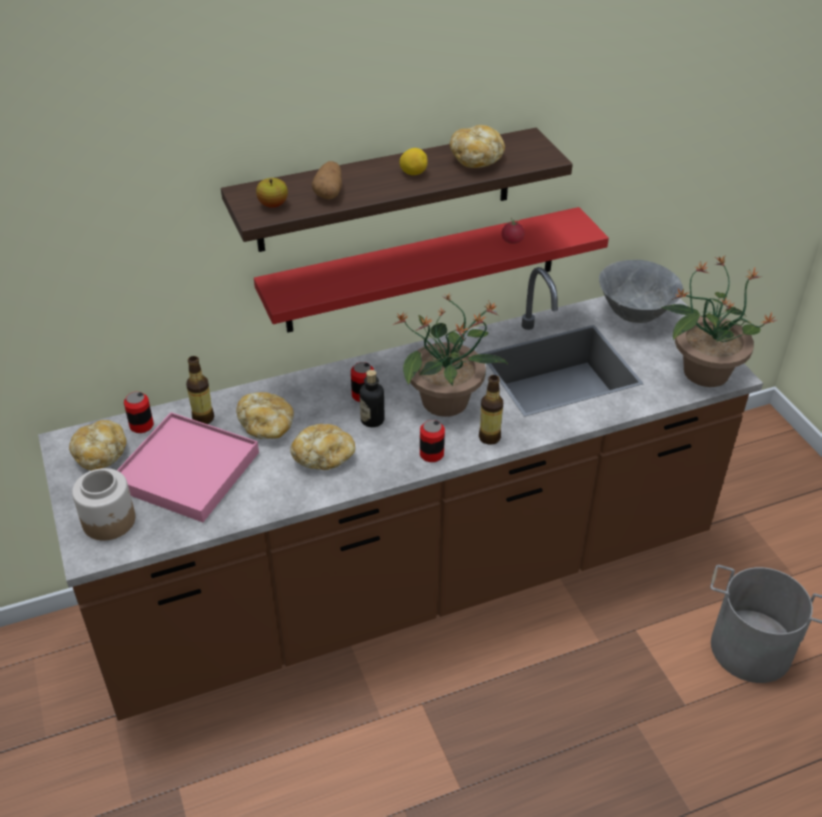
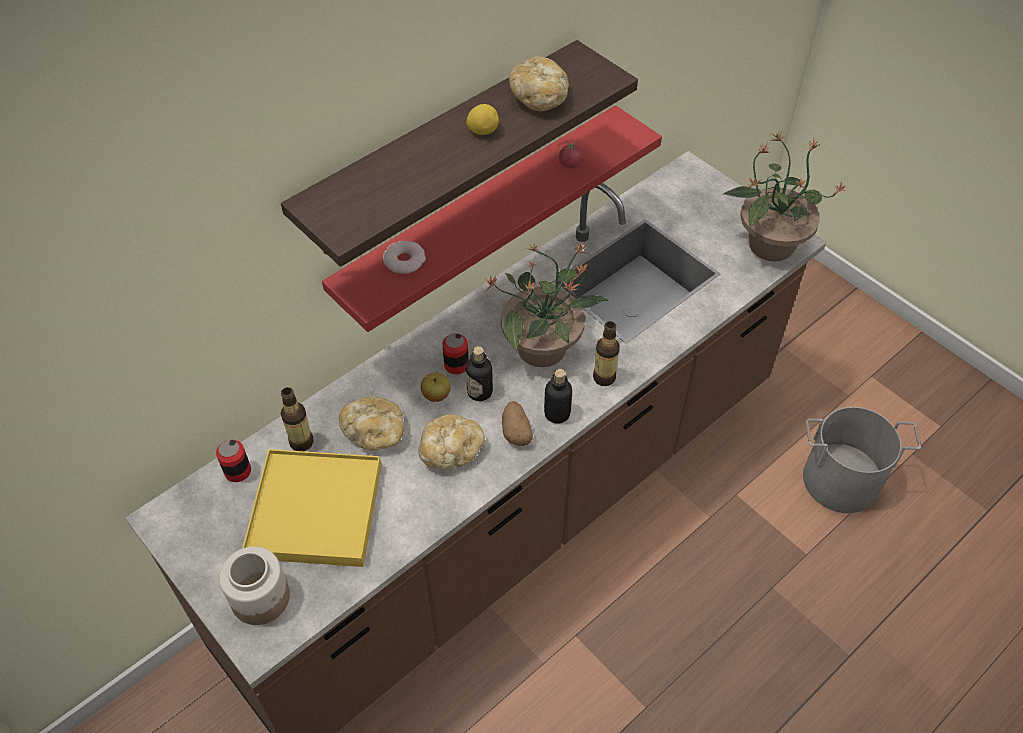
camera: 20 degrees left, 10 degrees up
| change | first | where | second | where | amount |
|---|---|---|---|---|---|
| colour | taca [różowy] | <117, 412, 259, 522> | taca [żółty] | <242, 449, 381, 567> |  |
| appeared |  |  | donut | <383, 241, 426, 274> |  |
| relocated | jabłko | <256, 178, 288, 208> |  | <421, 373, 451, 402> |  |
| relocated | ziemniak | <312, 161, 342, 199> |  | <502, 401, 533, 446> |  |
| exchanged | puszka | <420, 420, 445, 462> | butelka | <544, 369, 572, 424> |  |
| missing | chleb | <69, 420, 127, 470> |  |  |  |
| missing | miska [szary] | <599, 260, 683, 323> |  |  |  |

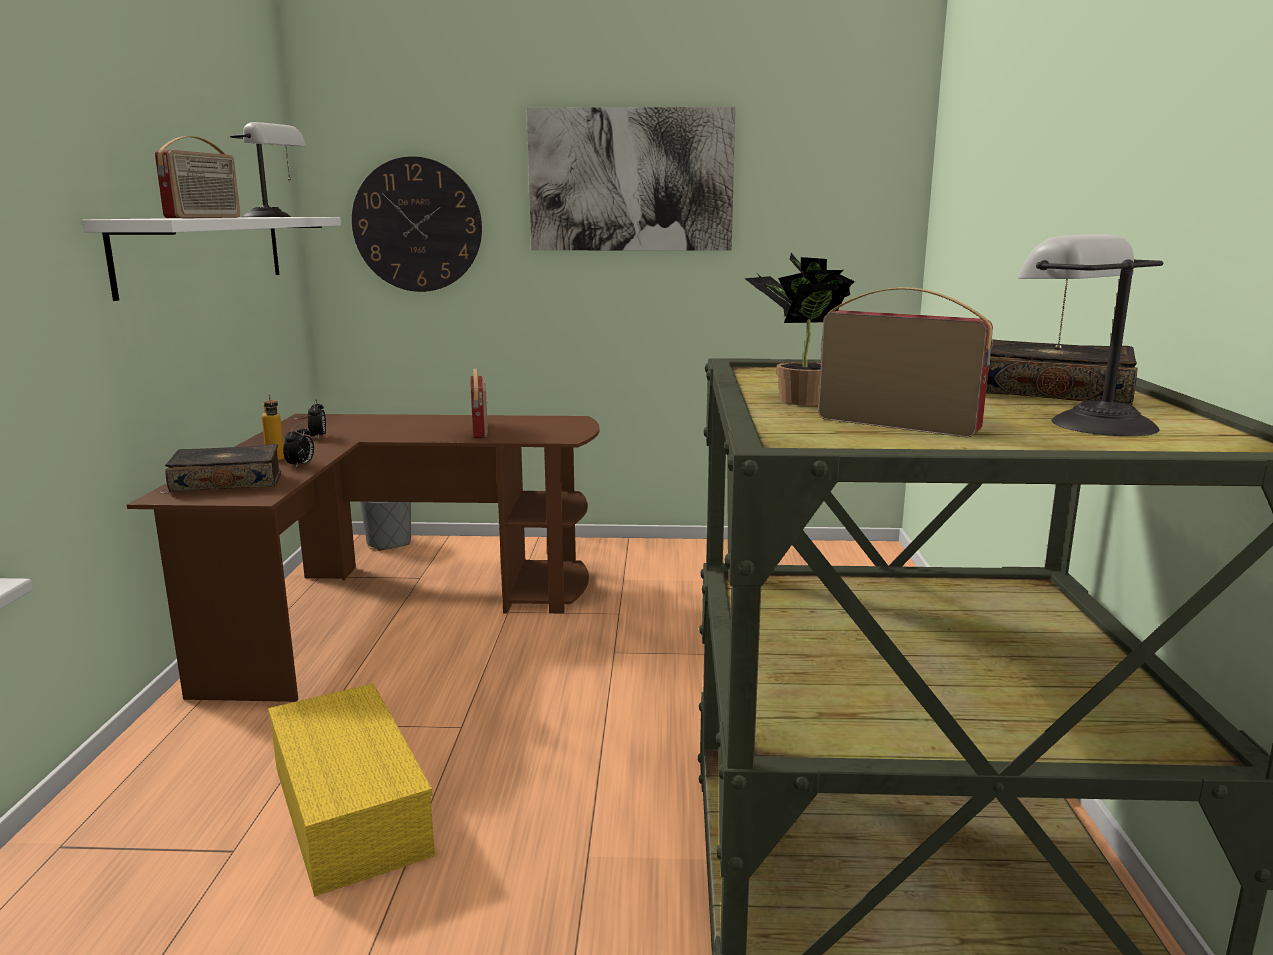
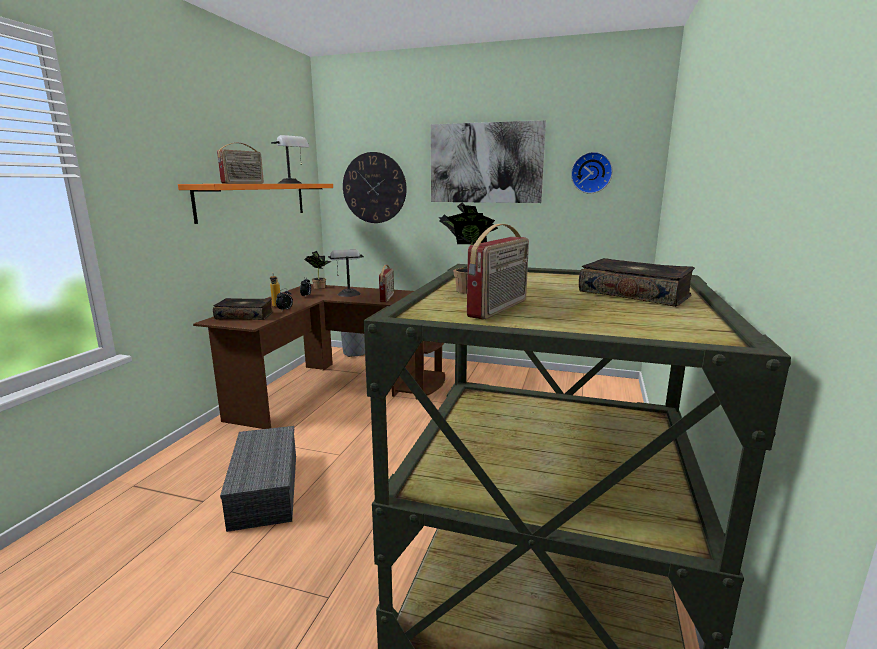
camera: 15 degrees right, 0 degrees up
| change | first | where | second | where | amount |
|---|---|---|---|---|---|
| colour | półka [biały] | <82, 217, 341, 301> | półka [pomarańczowy] | <178, 184, 333, 224> |  |
| colour | pojemnik do przechowywania [żółty] | <268, 683, 435, 897> | pojemnik do przechowywania [szary] | <220, 426, 296, 532> |  |
| appeared |  |  | roślina doniczkowa | <304, 251, 332, 289> |  |
| relocated | lampa stołowa | <1018, 234, 1163, 436> |  | <328, 249, 364, 297> |  |
| spun | radio | <818, 287, 993, 437> |  | <467, 224, 529, 319> | 75 degrees clockwise |
| appeared |  |  | zegar ścienny | <571, 152, 613, 193> |  |

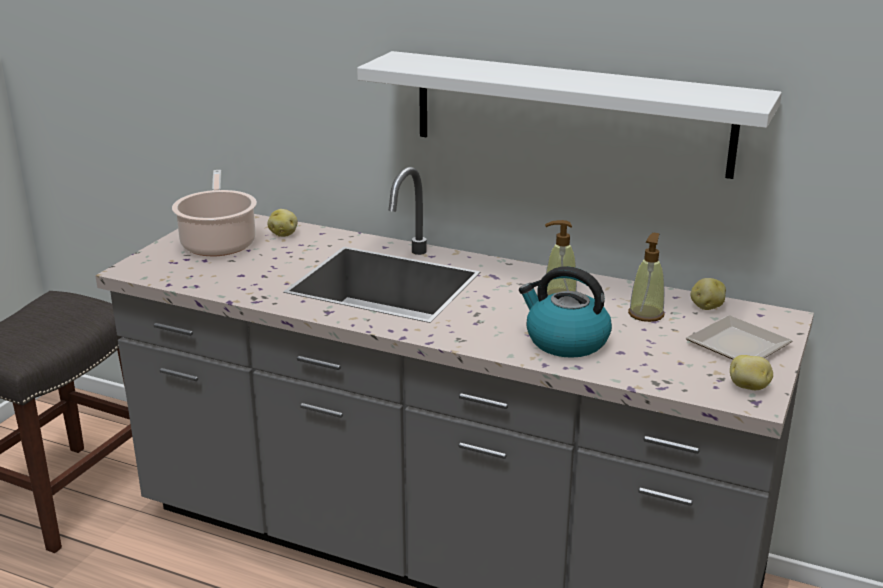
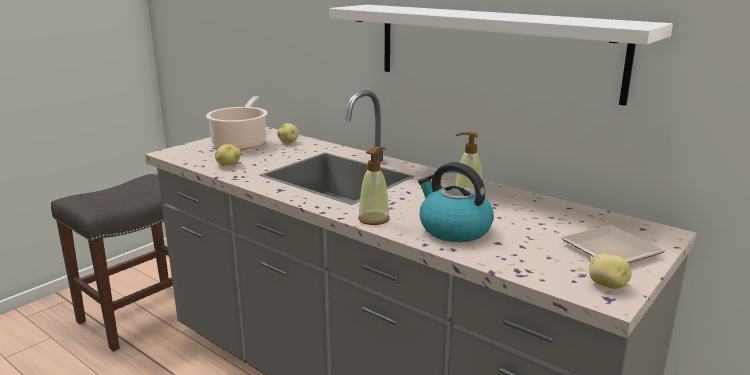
camera: 15 degrees right, 5 degrees down
| change | first | where | second | where | amount |
|---|---|---|---|---|---|
| relocated | ziemniak | <691, 278, 726, 310> |  | <215, 144, 240, 166> |  |
| relocated | dozownik mydła | <628, 233, 664, 322> |  | <358, 146, 390, 225> |  |

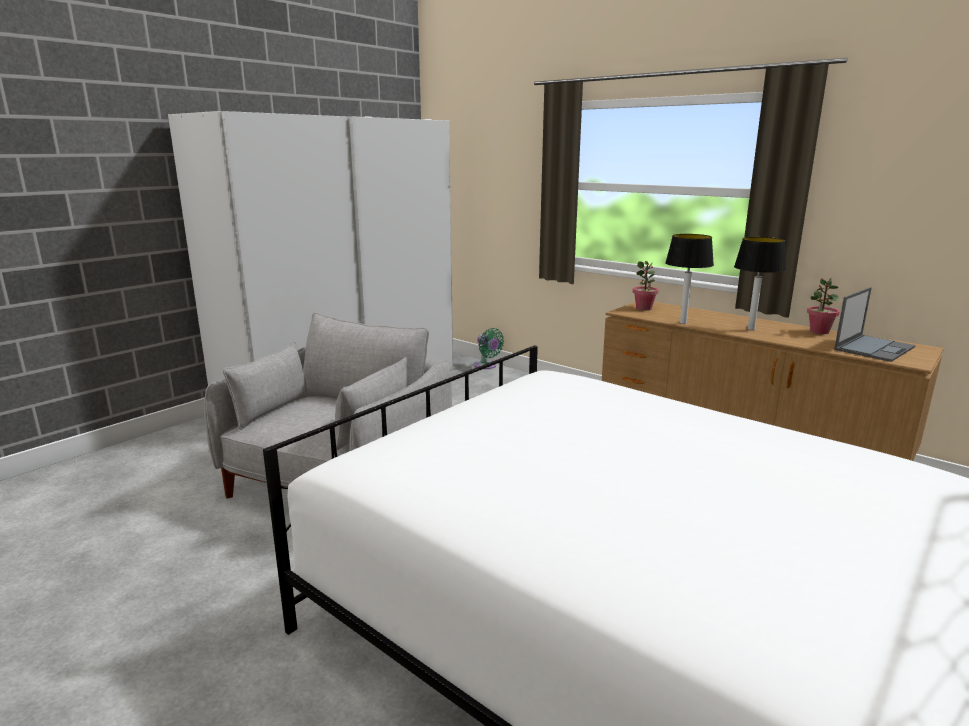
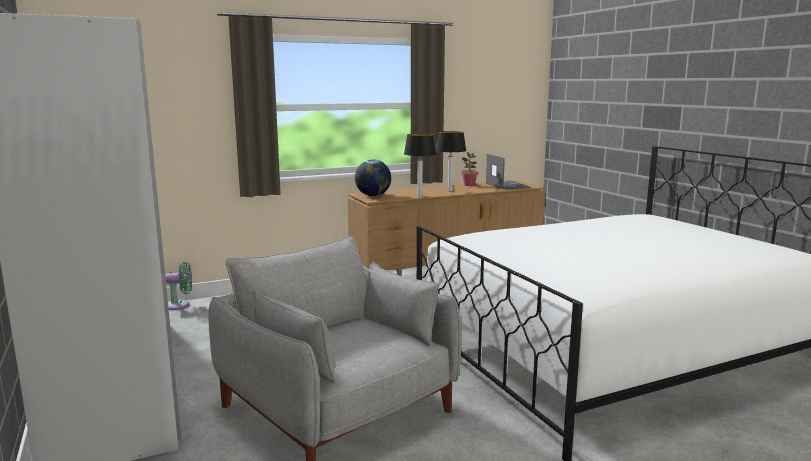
camera: 65 degrees left, 5 degrees down
| change | first | where | second | where | amount |
|---|---|---|---|---|---|
| exchanged | roślina doniczkowa | <633, 261, 658, 310> | globus | <355, 159, 391, 196> |  |

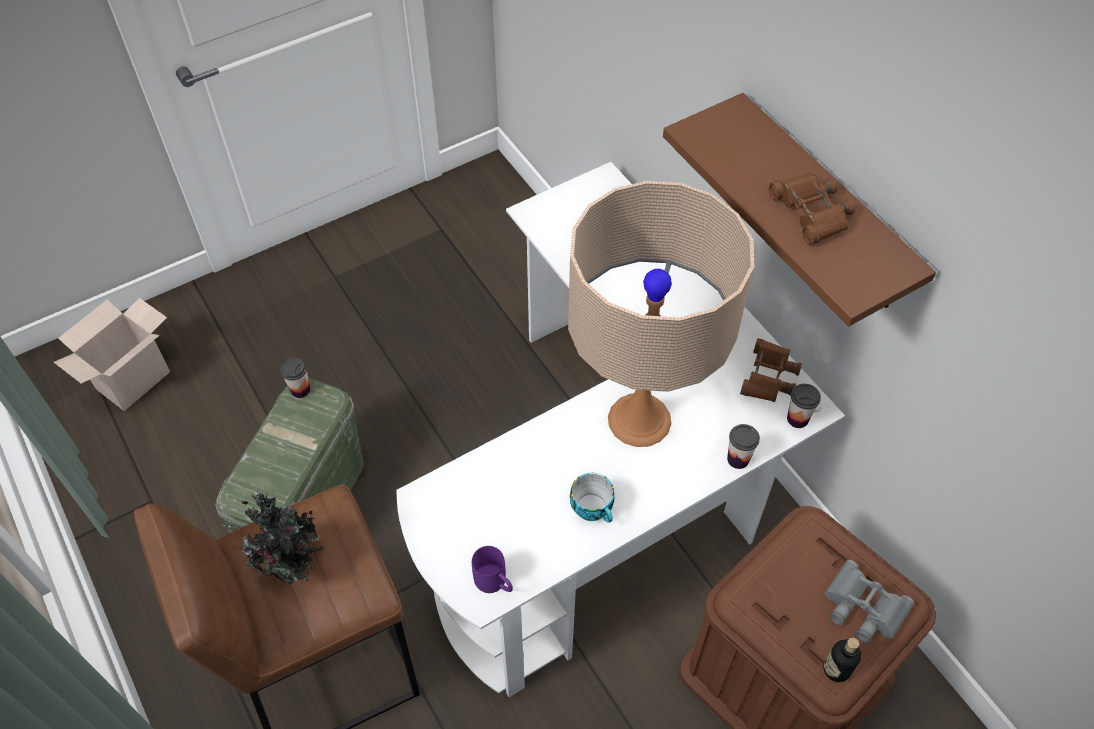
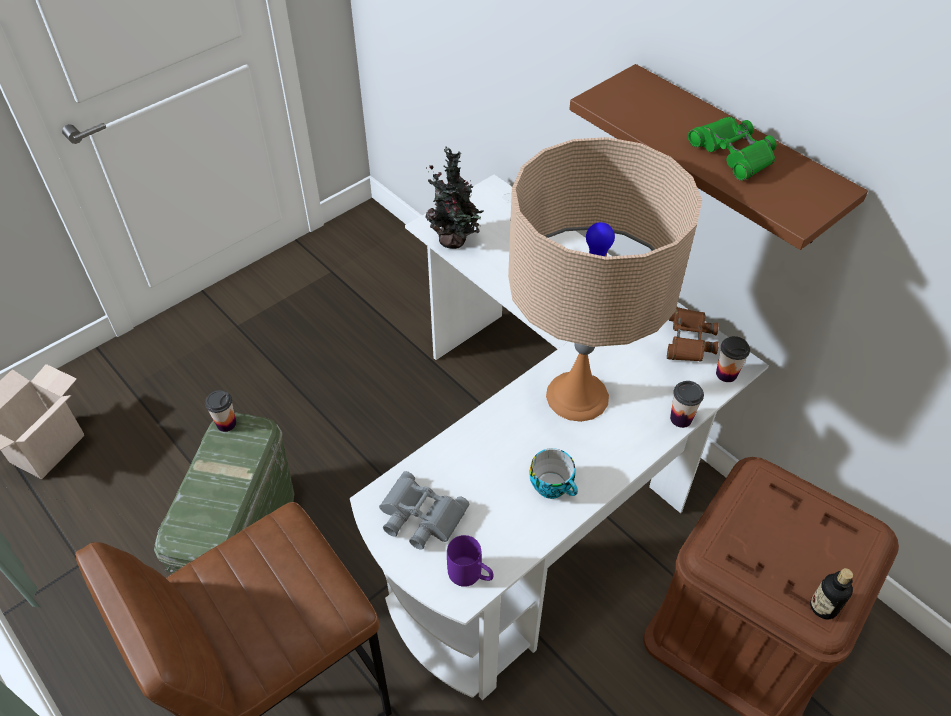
camera: 10 degrees left, 5 degrees down
| change | first | where | second | where | amount |
|---|---|---|---|---|---|
| relocated | lornetka [szary] | <824, 560, 914, 643> |  | <379, 471, 469, 550> |  |
| relocated | roślina doniczkowa | <240, 486, 324, 584> |  | <425, 147, 484, 249> |  |
| colour | lornetka [brązowy] | <769, 173, 855, 245> | lornetka [zielony] | <688, 117, 776, 181> |  |

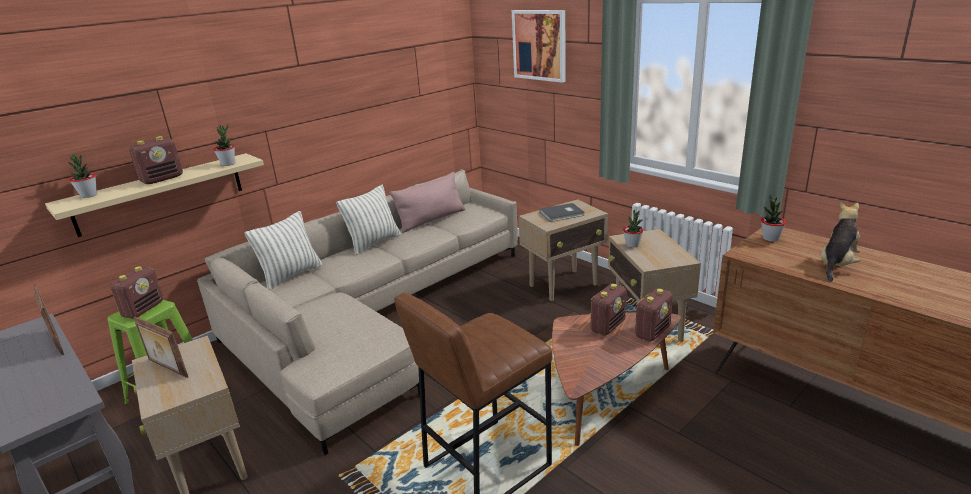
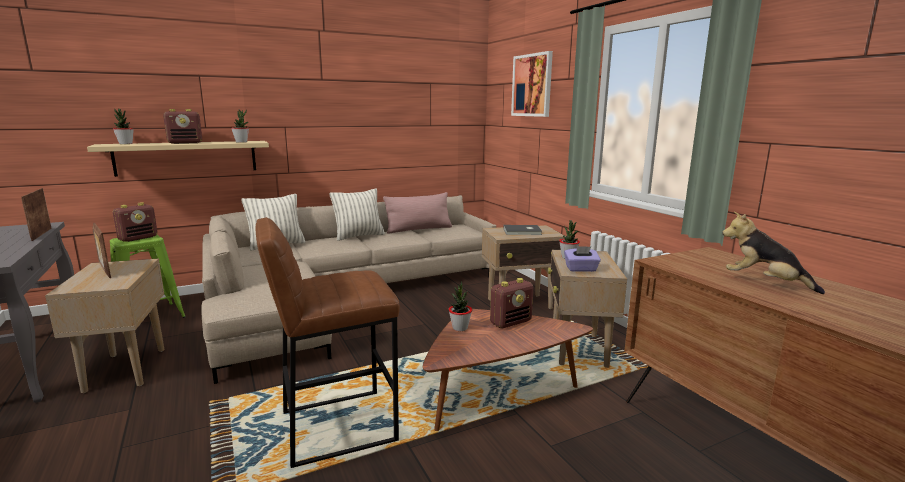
camera: 15 degrees right, 10 degrees down
| change | first | where | second | where | amount |
|---|---|---|---|---|---|
| relocated | roślina doniczkowa | <761, 194, 786, 242> |  | <448, 281, 472, 331> |  |
| appeared |  |  | pudełko chusteczek [fioletowy] | <564, 246, 601, 272> |  |
| spun | pluszak | <821, 202, 860, 282> |  | <722, 212, 825, 294> | 105 degrees counterclockwise |
| missing | radio | <635, 288, 673, 342> |  |  |  |

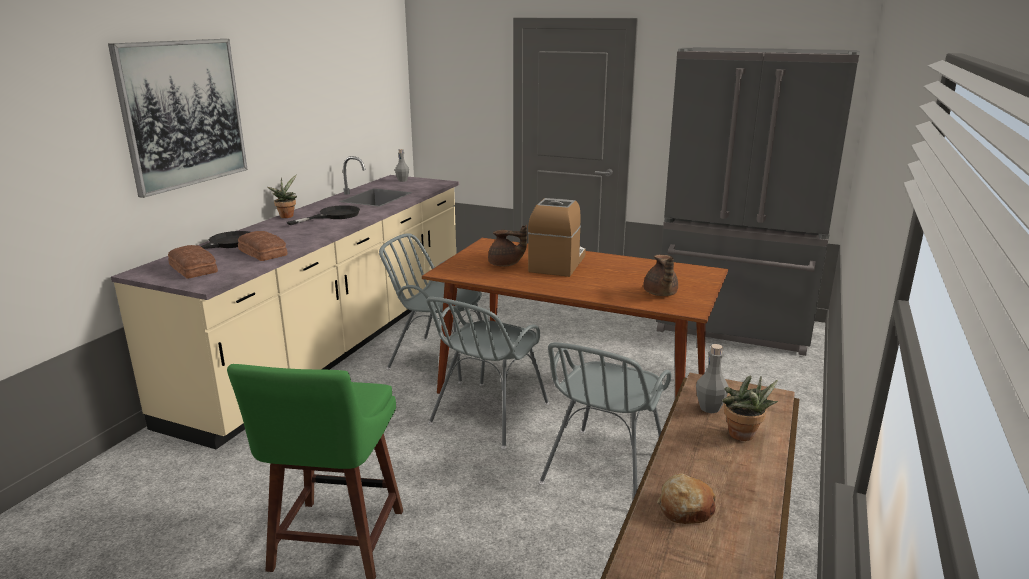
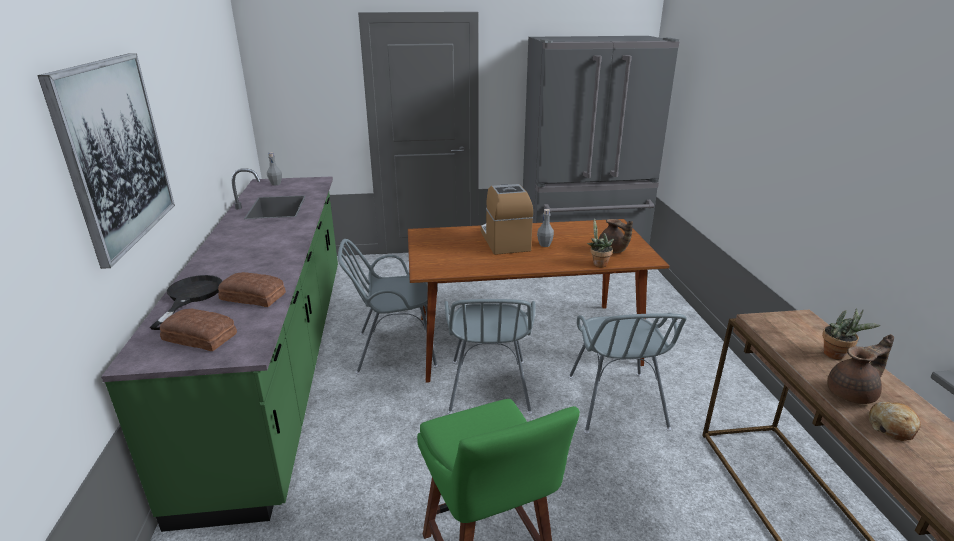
camera: 30 degrees left, 5 degrees up
| change | first | where | second | where | amount |
|---|---|---|---|---|---|
| colour | zabudowa kuchenna [beżowy] | <111, 156, 459, 449> | zabudowa kuchenna [zielony] | <101, 168, 338, 532> |  |
| relocated | butelka [szary] | <696, 344, 728, 413> |  | <537, 209, 554, 247> |  |
| relocated | roślina doniczkowa | <267, 175, 297, 218> |  | <587, 218, 614, 267> |  |
| relocated | imbryk [brązowy] | <488, 225, 527, 267> |  | <827, 334, 894, 404> |  |
| missing | patelnia [czarny] | <287, 205, 360, 225> |  |  |  |

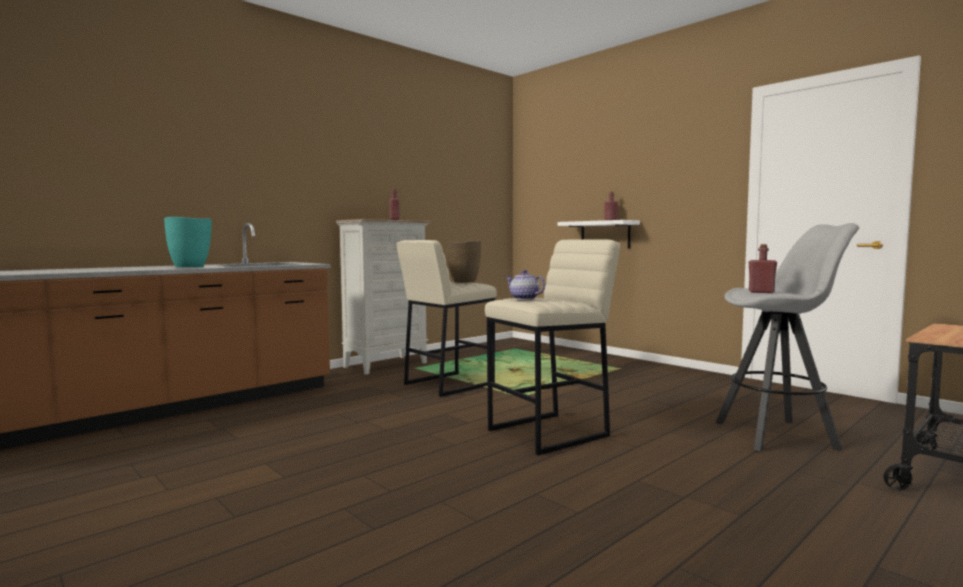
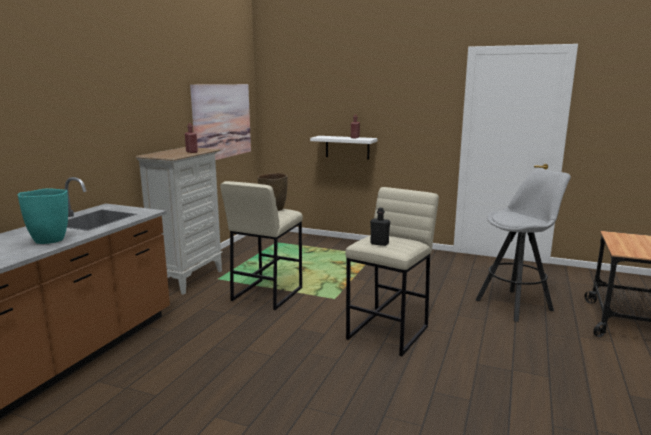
camera: 25 degrees left, 10 degrees up
| change | first | where | second | where | amount |
|---|---|---|---|---|---|
| appeared |  |  | obraz | <190, 84, 251, 160> |  |
| exchanged | imbryk | <506, 270, 545, 300> | butelka [czarny] | <370, 208, 390, 246> |  |
| missing | butelka [czerwony] | <749, 244, 777, 293> |  |  |  |

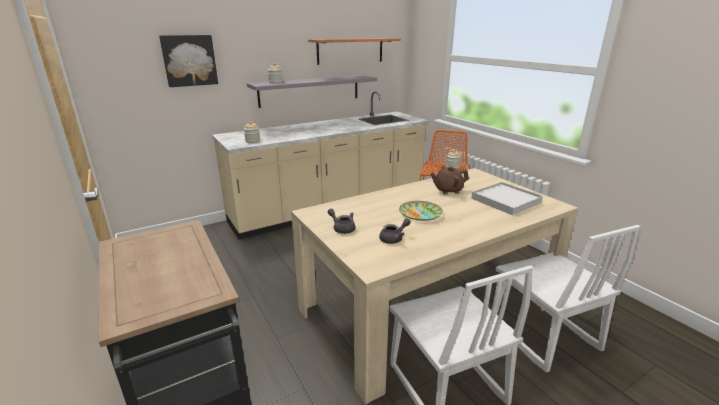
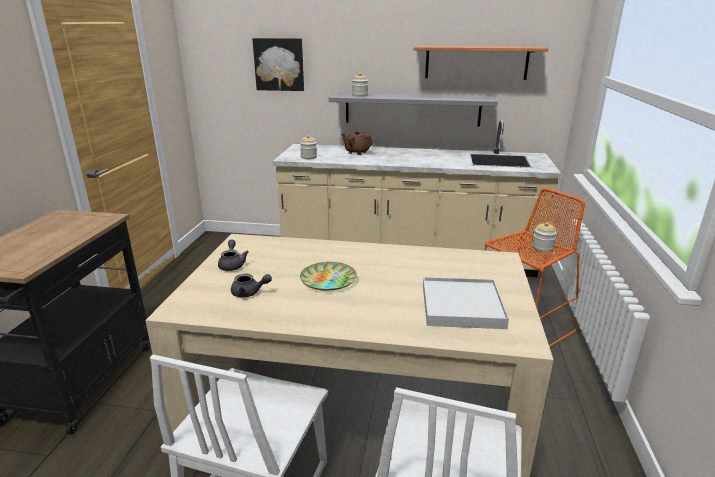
camera: 40 degrees right, 0 degrees up
| change | first | where | second | where | amount |
|---|---|---|---|---|---|
| relocated | imbryk [brązowy] | <431, 166, 469, 195> |  | <341, 131, 373, 155> |  |

